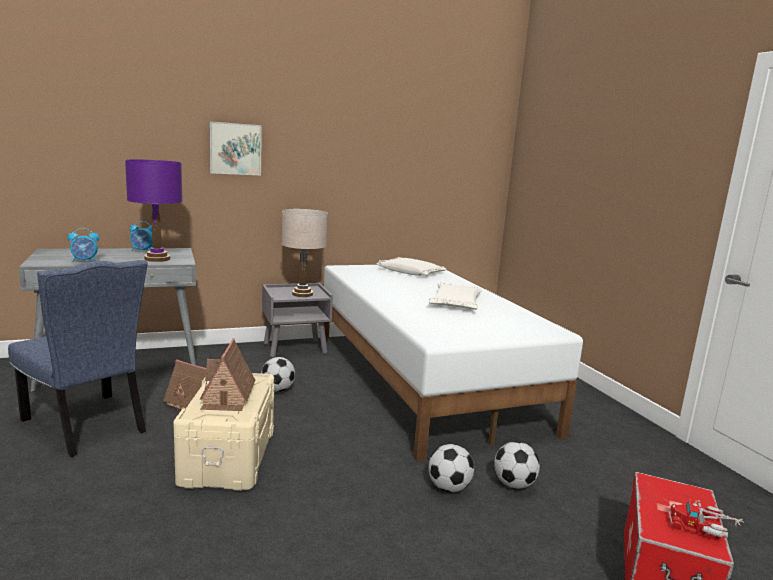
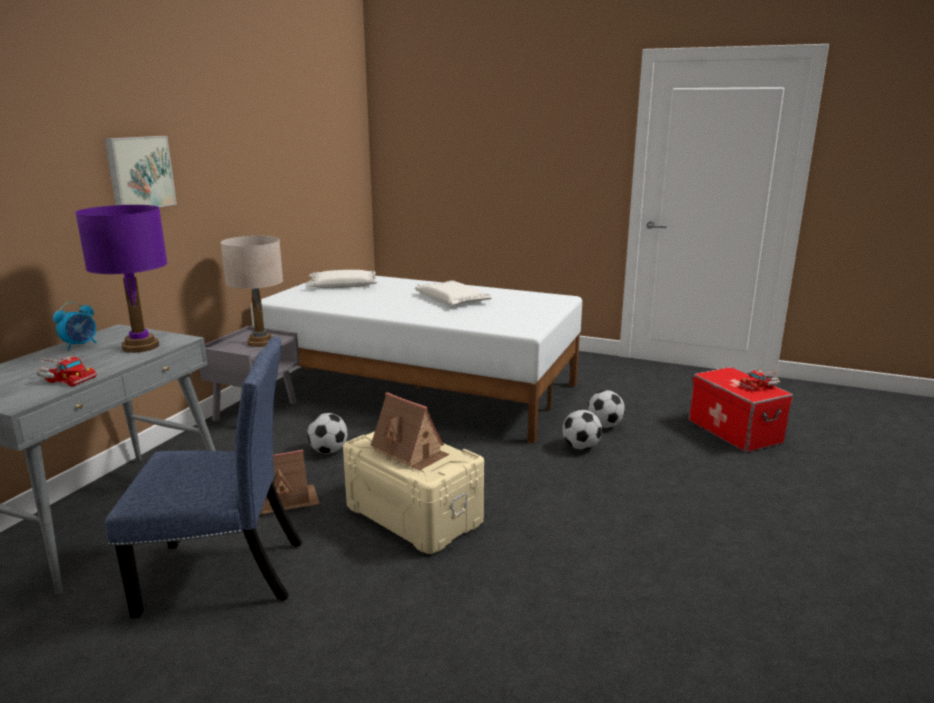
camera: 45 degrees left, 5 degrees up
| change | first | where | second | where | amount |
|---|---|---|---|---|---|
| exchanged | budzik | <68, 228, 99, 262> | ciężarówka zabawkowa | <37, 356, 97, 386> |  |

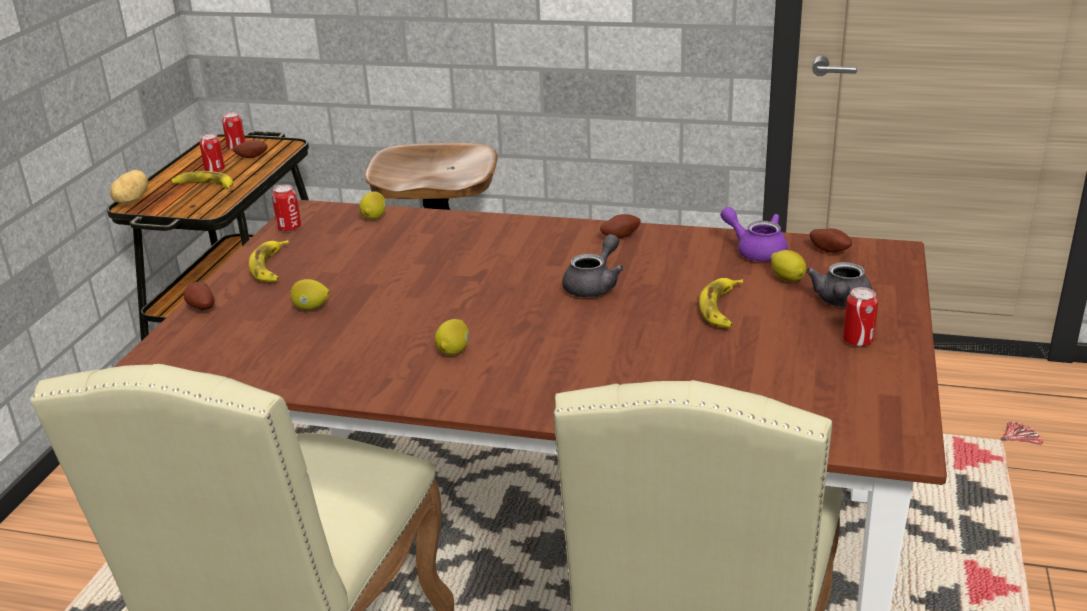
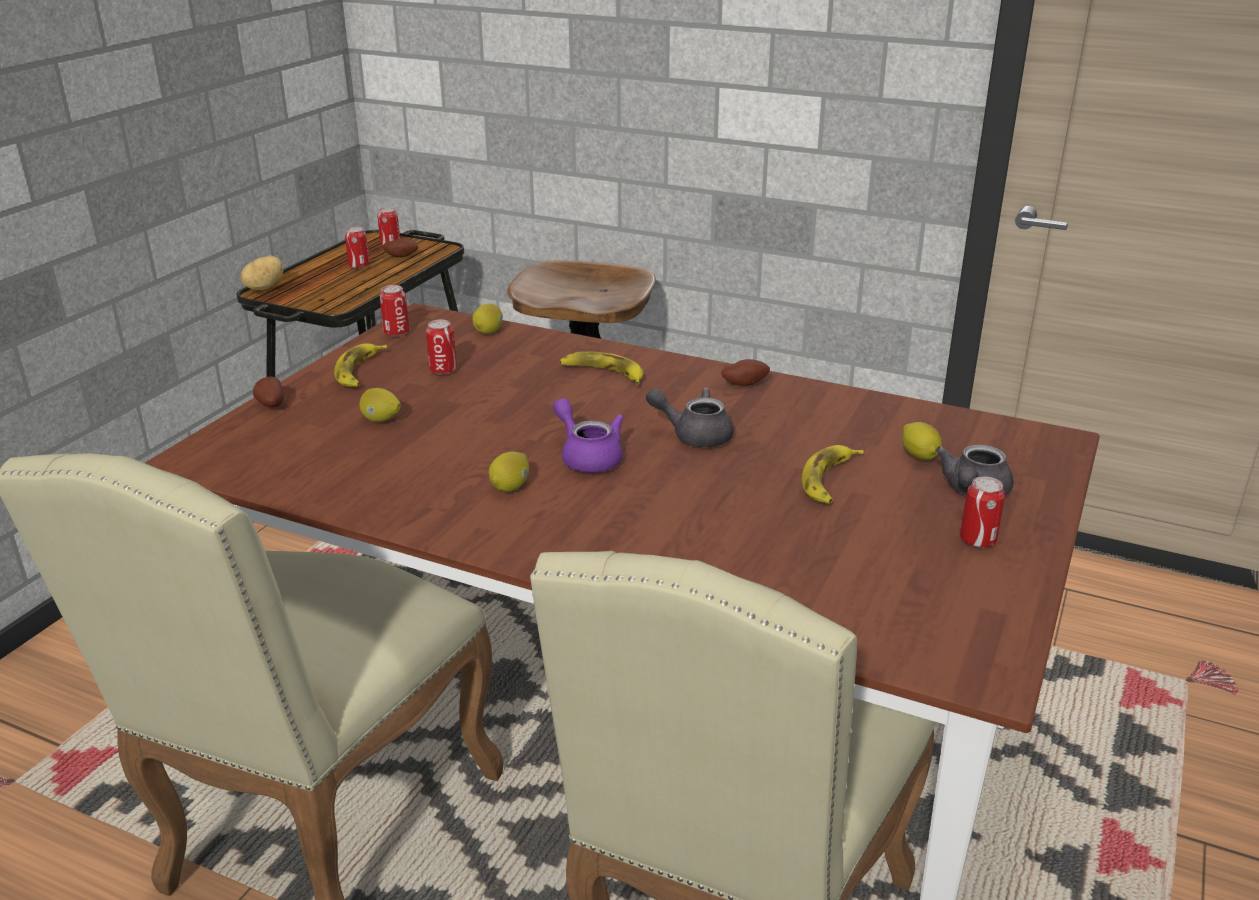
camera: 10 degrees right, 0 degrees up
| change | first | where | second | where | amount |
|---|---|---|---|---|---|
| appeared |  |  | puszka | <426, 319, 457, 375> |  |
| relocated | imbryk [fioletowy] | <720, 207, 788, 262> |  | <553, 398, 624, 473> |  |
| relocated | banan | <171, 171, 233, 190> |  | <559, 351, 643, 384> |  |
| spun | imbryk [szary] | <562, 234, 624, 297> |  | <646, 387, 734, 447> | 120 degrees counterclockwise |
| missing | ziemniak | <810, 228, 852, 253> |  |  |  |

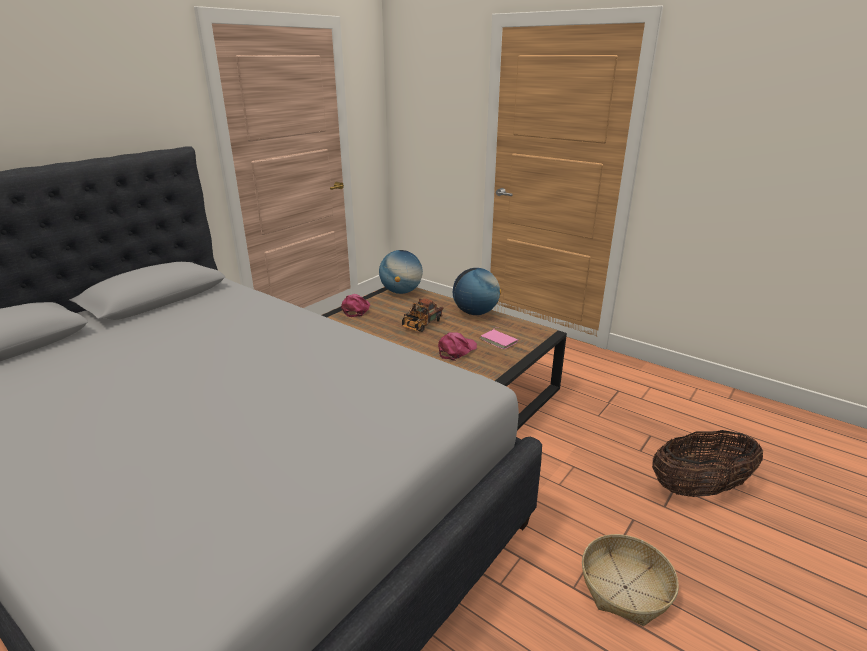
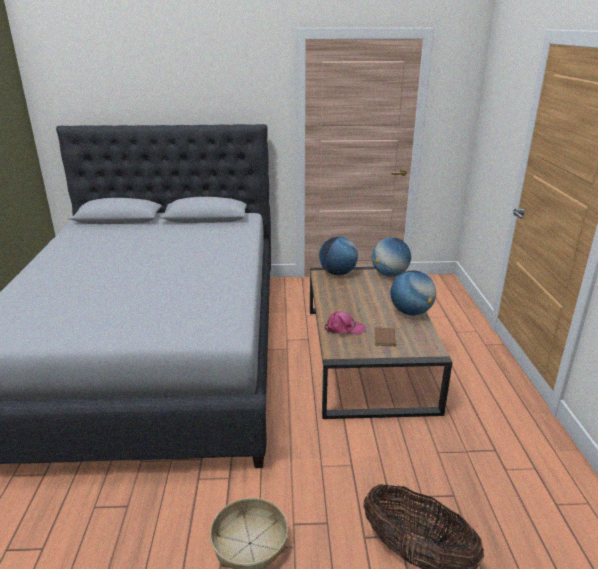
camera: 50 degrees right, 0 degrees up
| change | first | where | second | where | amount |
|---|---|---|---|---|---|
| exchanged | czapka z daszkiem [różowy] | <341, 294, 371, 317> | globus | <319, 236, 358, 275> |  |
| colour | książka [różowy] | <480, 328, 518, 350> | książka [brązowy] | <375, 327, 401, 347> |  |
| missing | ciężarówka zabawkowa | <402, 298, 443, 332> |  |  |  |

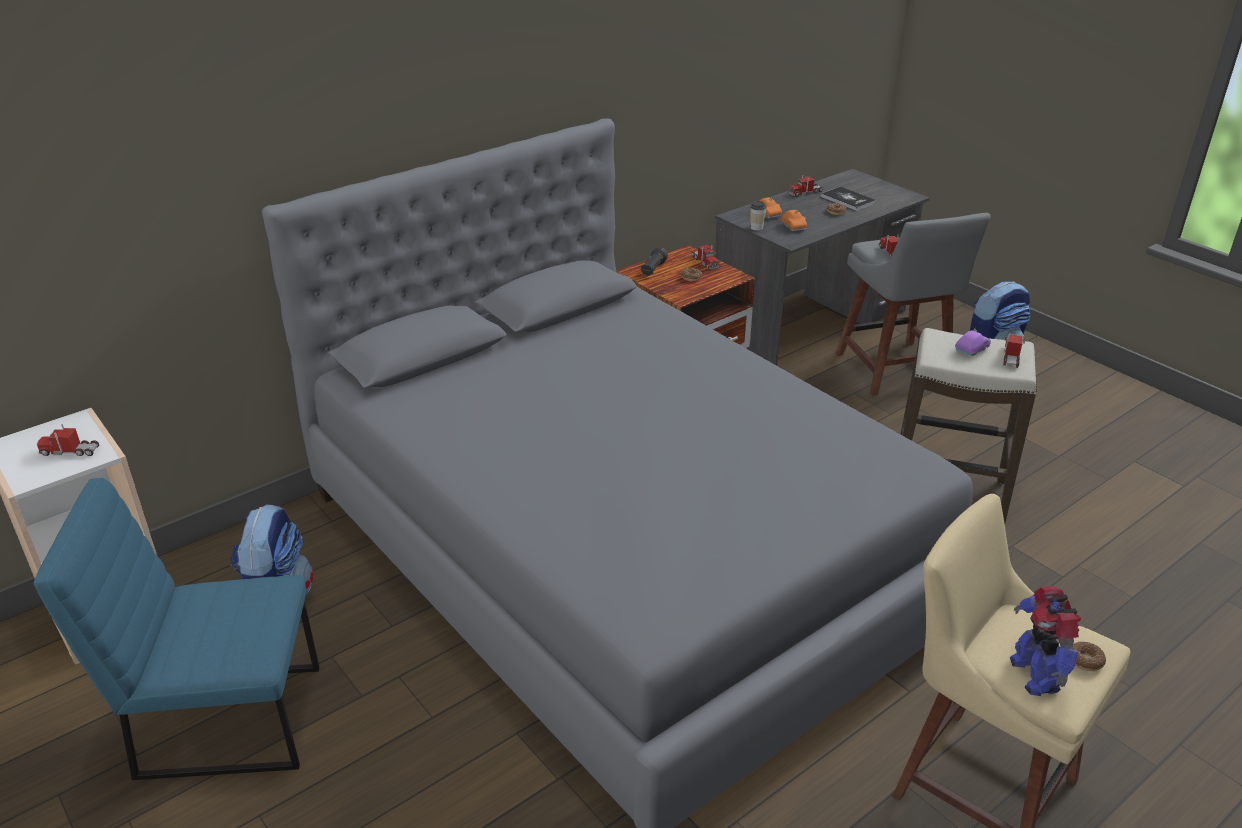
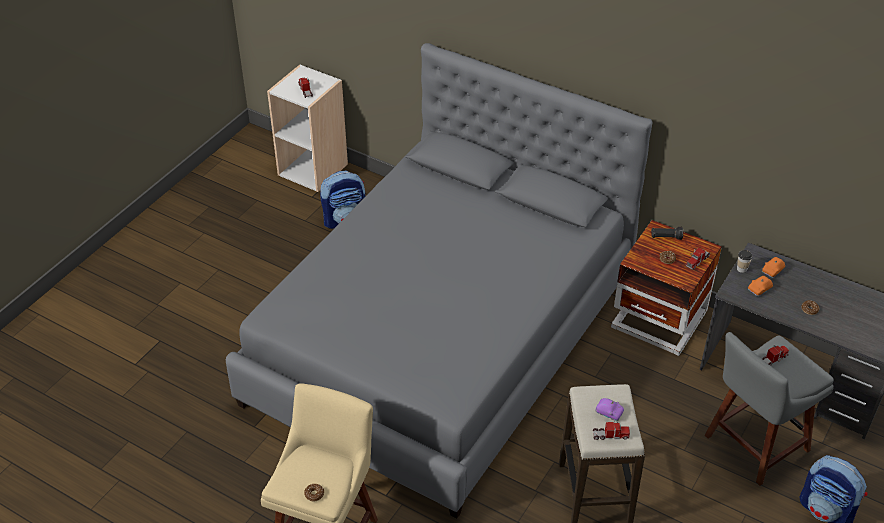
camera: 70 degrees right, 10 degrees up
| change | first | where | second | where | amount |
|---|---|---|---|---|---|
| missing | krzesło [niebieski] | <34, 478, 319, 780> |  |  |  |
| missing | ciężarówka zabawkowa | <789, 175, 823, 197> |  |  |  |
| missing | książka | <821, 187, 876, 211> |  |  |  |
| missing | robot zabawkowy | <1010, 586, 1081, 696> |  |  |  |

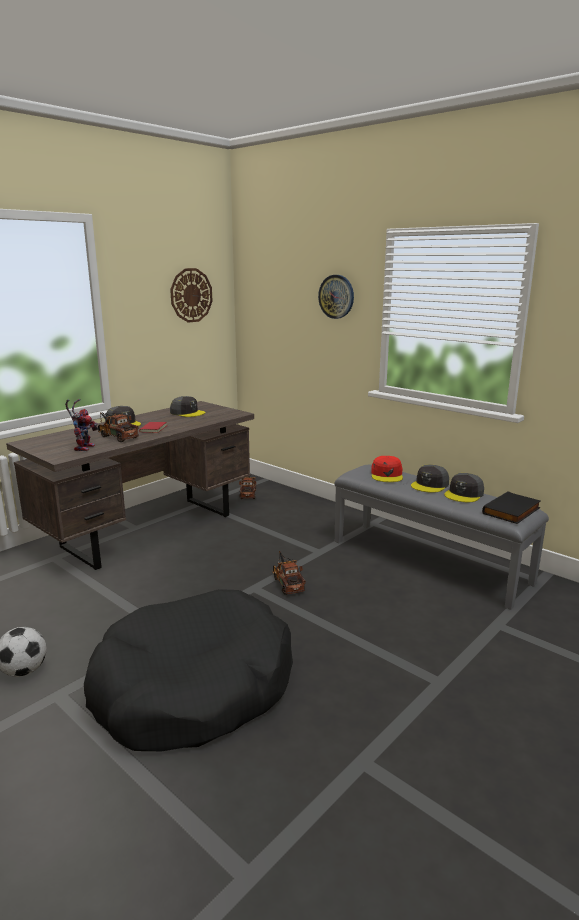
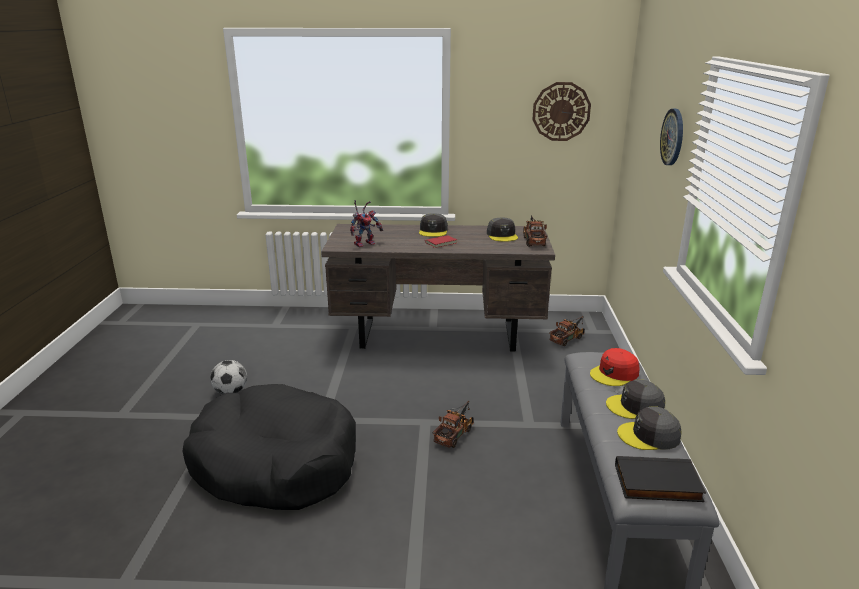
camera: 50 degrees right, 5 degrees up
| change | first | where | second | where | amount |
|---|---|---|---|---|---|
| relocated | ciężarówka zabawkowa | <98, 412, 139, 442> |  | <523, 215, 547, 247> |  |

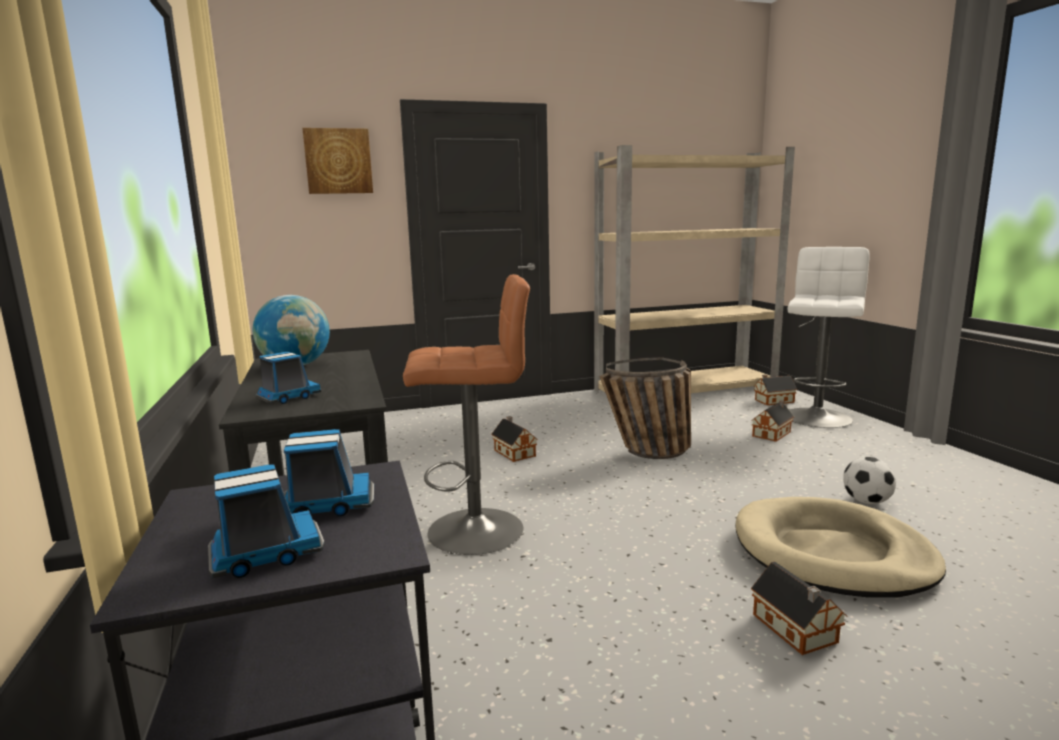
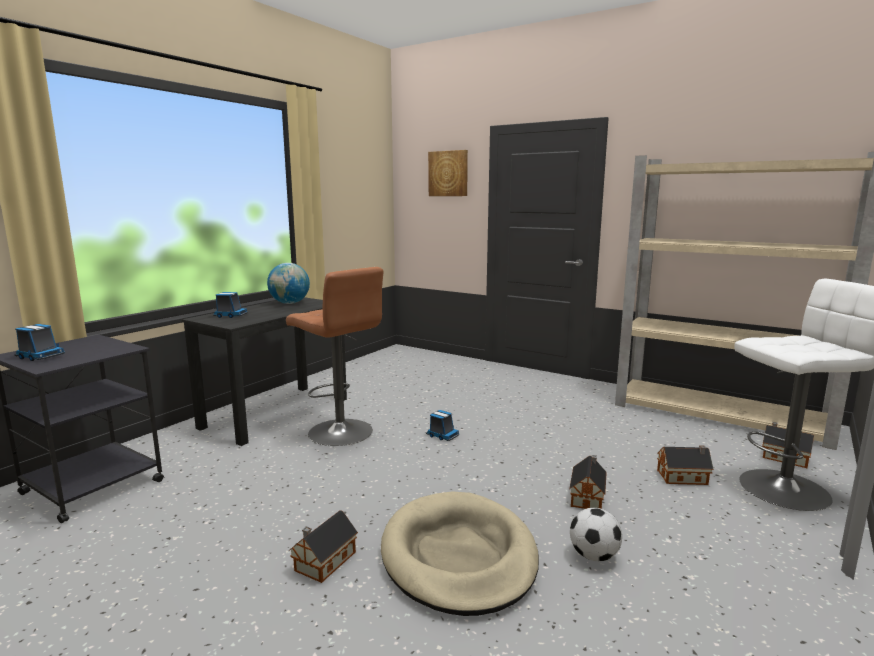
camera: 50 degrees right, 0 degrees up
| change | first | where | second | where | amount |
|---|---|---|---|---|---|
| relocated | ciężarówka zabawkowa | <284, 429, 374, 516> |  | <426, 410, 459, 441> |  |
| relocated | domek | <491, 416, 538, 462> |  | <569, 455, 607, 509> |  |
| missing | koszyk | <599, 357, 691, 459> |  |  |  |

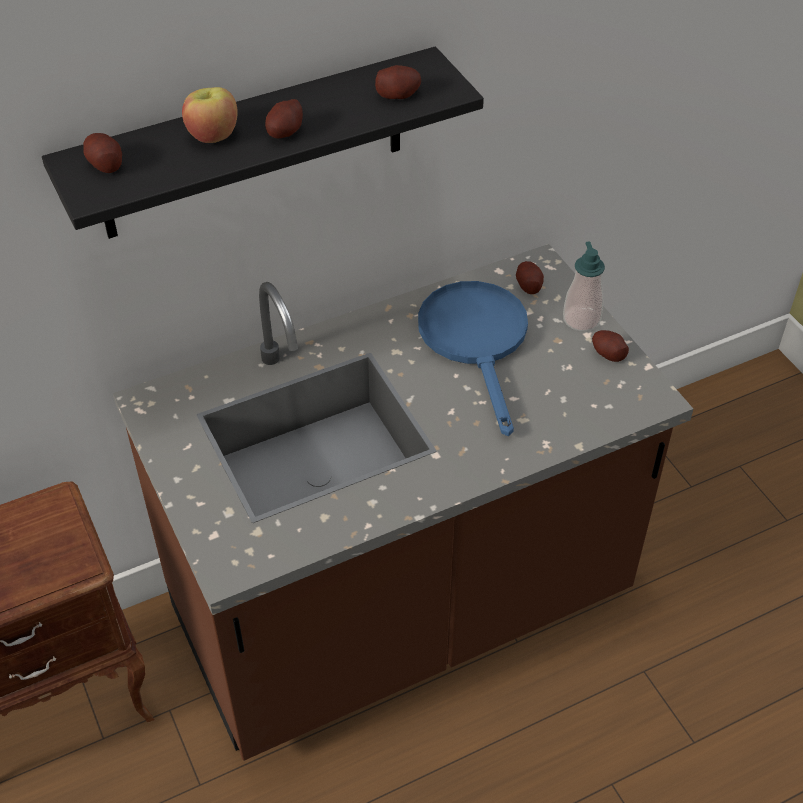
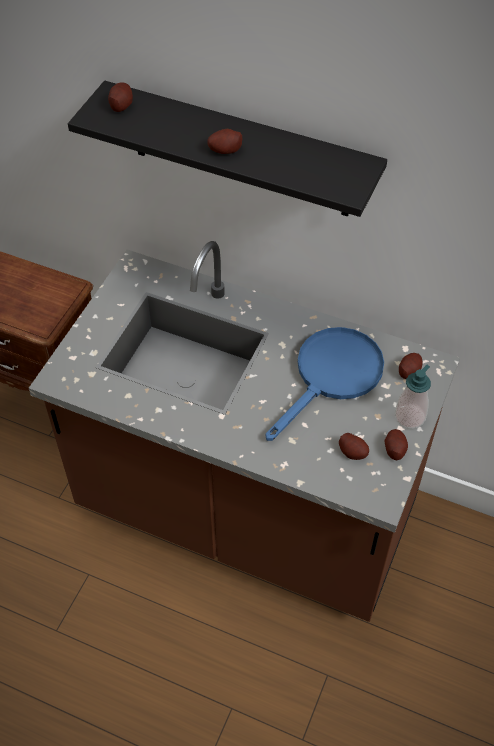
camera: 50 degrees right, 5 degrees up
| change | first | where | second | where | amount |
|---|---|---|---|---|---|
| relocated | ziemniak | <375, 65, 421, 99> |  | <339, 433, 369, 460> |  |
| missing | jabłko | <182, 87, 237, 143> |  |  |  |

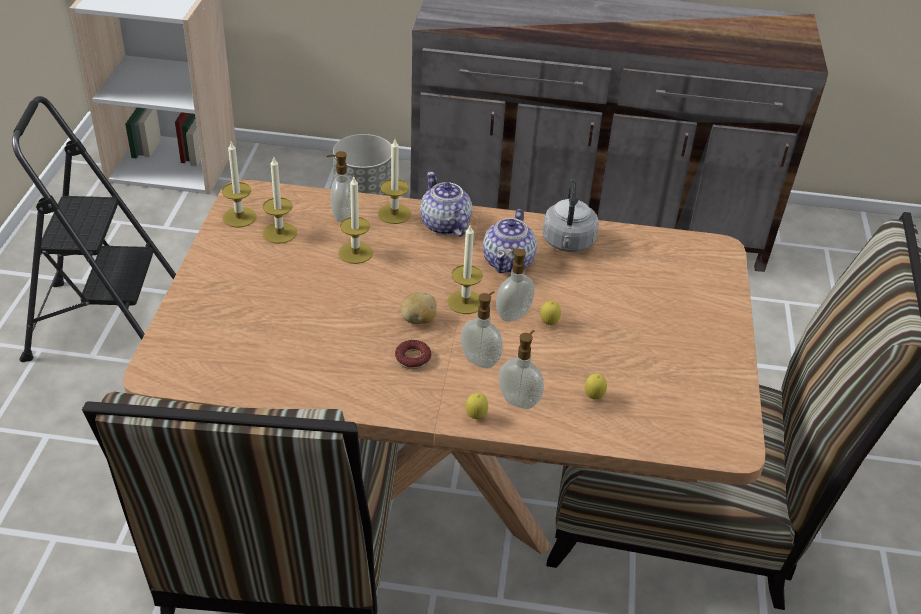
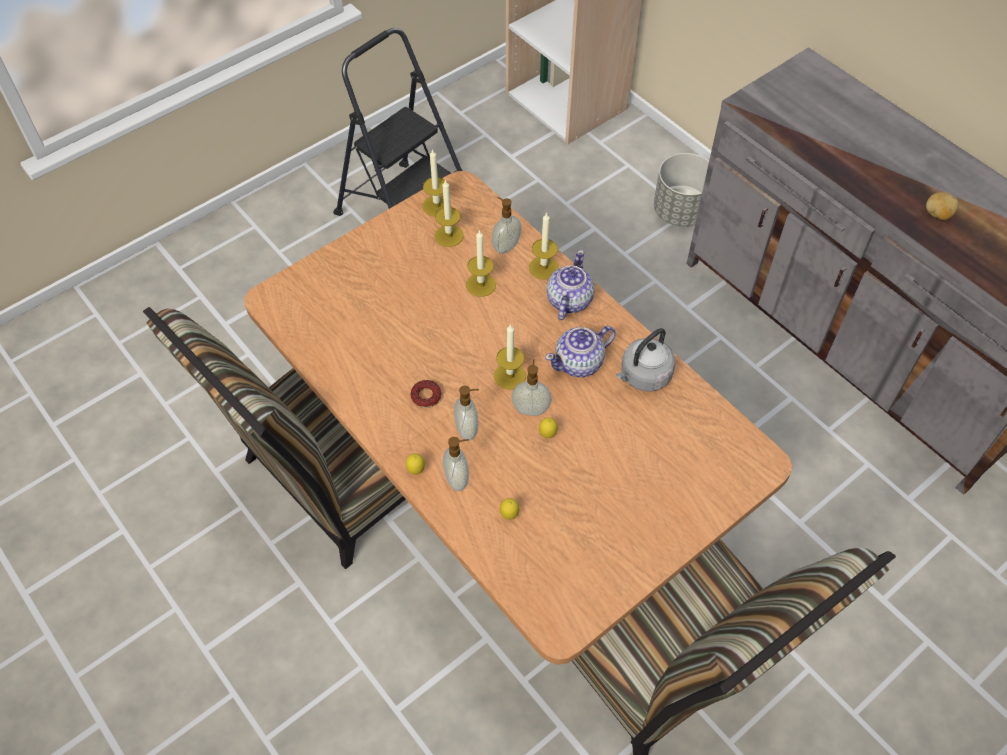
camera: 45 degrees right, 15 degrees up
| change | first | where | second | where | amount |
|---|---|---|---|---|---|
| relocated | ziemniak | <401, 292, 436, 324> |  | <926, 192, 959, 220> |  |

